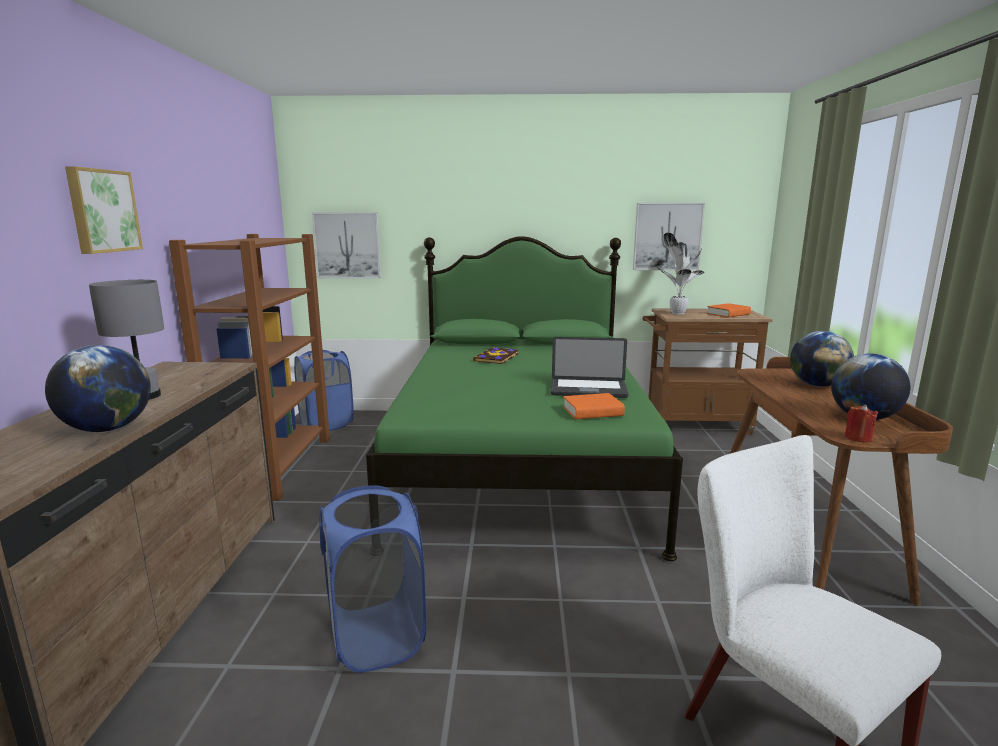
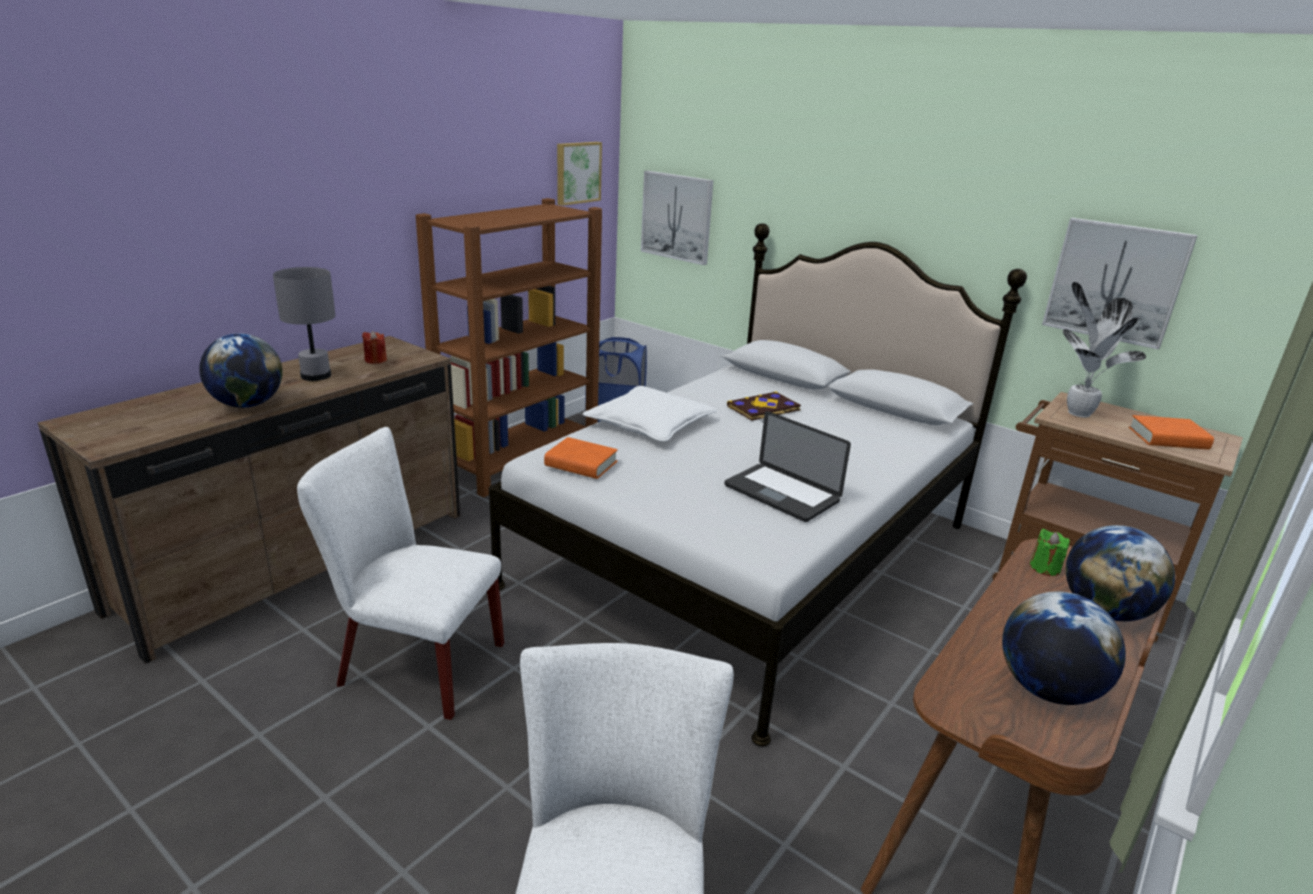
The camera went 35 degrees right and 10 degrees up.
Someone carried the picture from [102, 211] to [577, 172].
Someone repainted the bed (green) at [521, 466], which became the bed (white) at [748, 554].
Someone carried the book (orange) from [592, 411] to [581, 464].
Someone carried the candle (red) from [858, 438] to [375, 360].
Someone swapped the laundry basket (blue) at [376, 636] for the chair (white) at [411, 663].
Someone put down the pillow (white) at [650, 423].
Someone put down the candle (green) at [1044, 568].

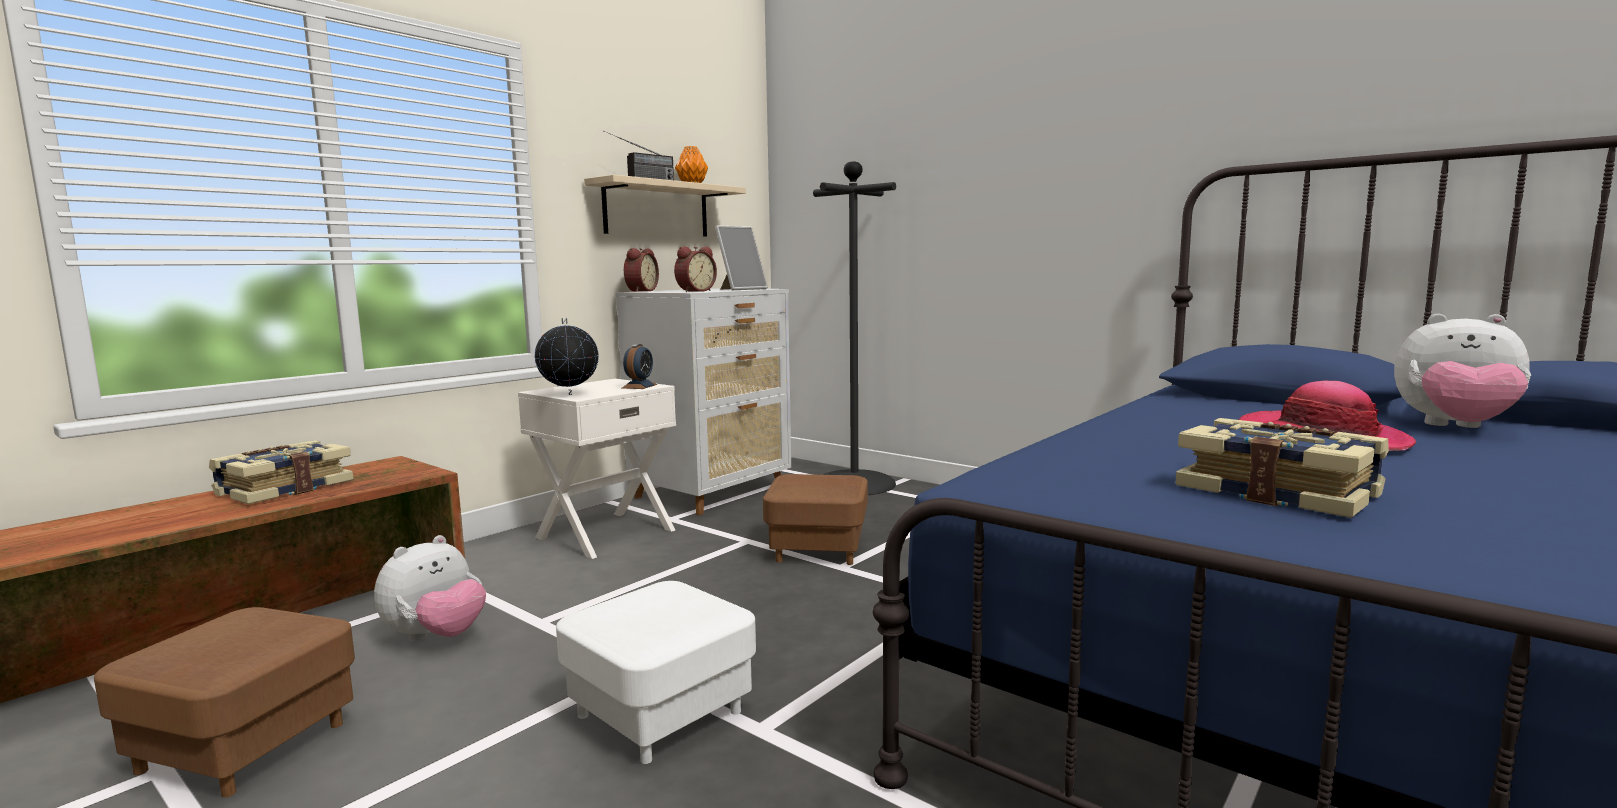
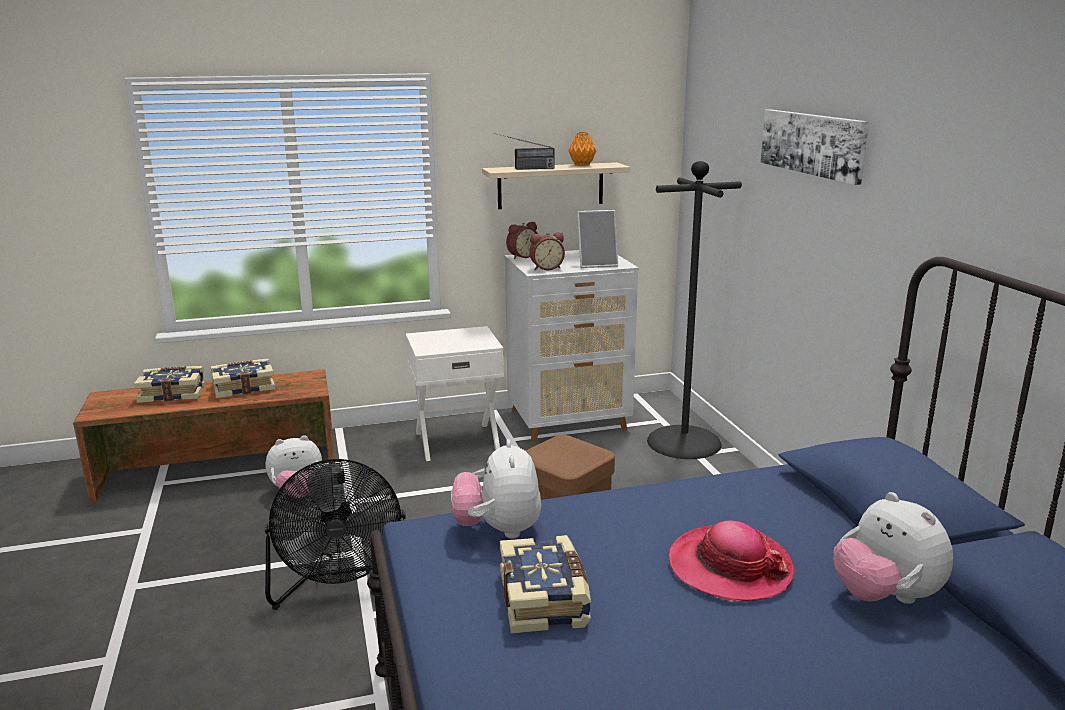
The camera went 35 degrees right and 10 degrees up.
Someone took away the globe at [569, 395].
Someone took away the alarm clock at [639, 386].
Someone swapped the ottoman (white) at [661, 713] for the fan (black) at [338, 585].
Someone took away the ottoman (brown) at [245, 746].
Someone put up the picture at [813, 144].
Someone put down the book at [173, 393].
Someone put down the plush toy at [498, 530].

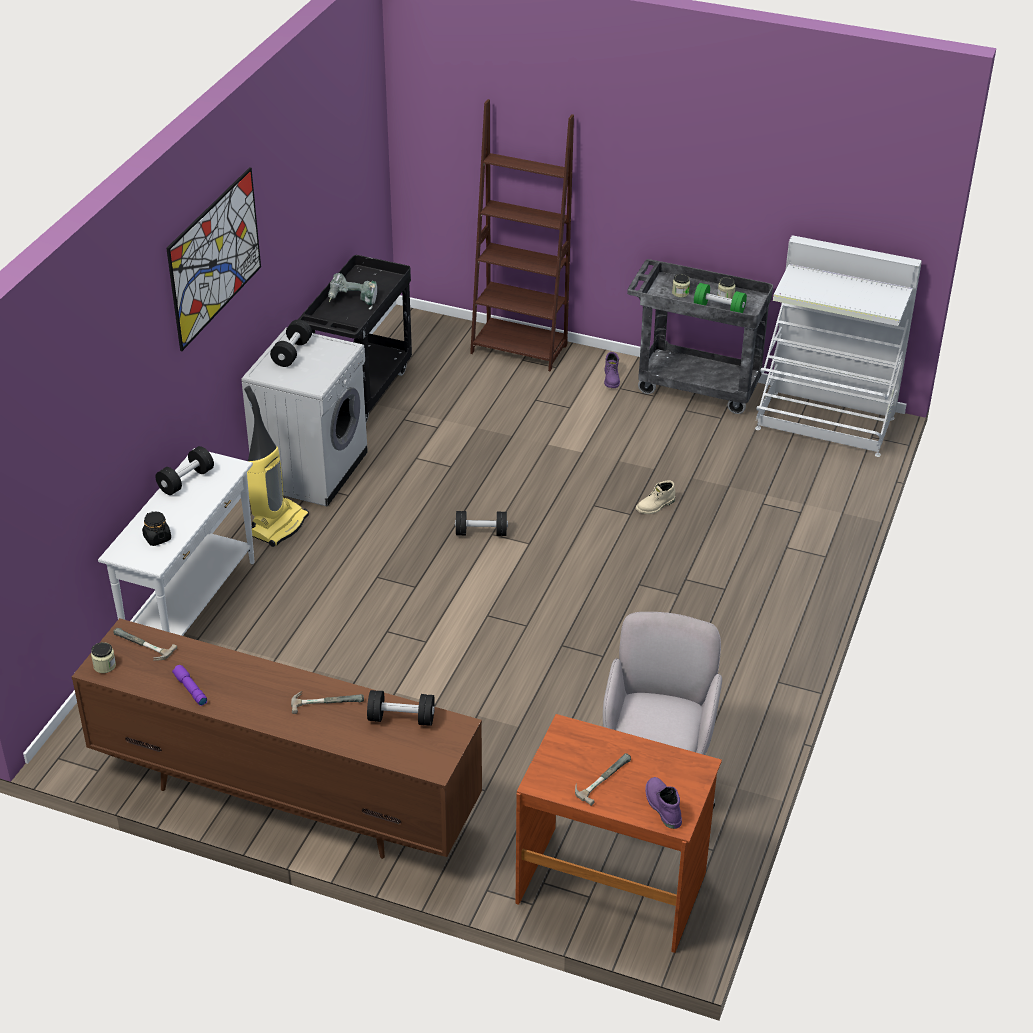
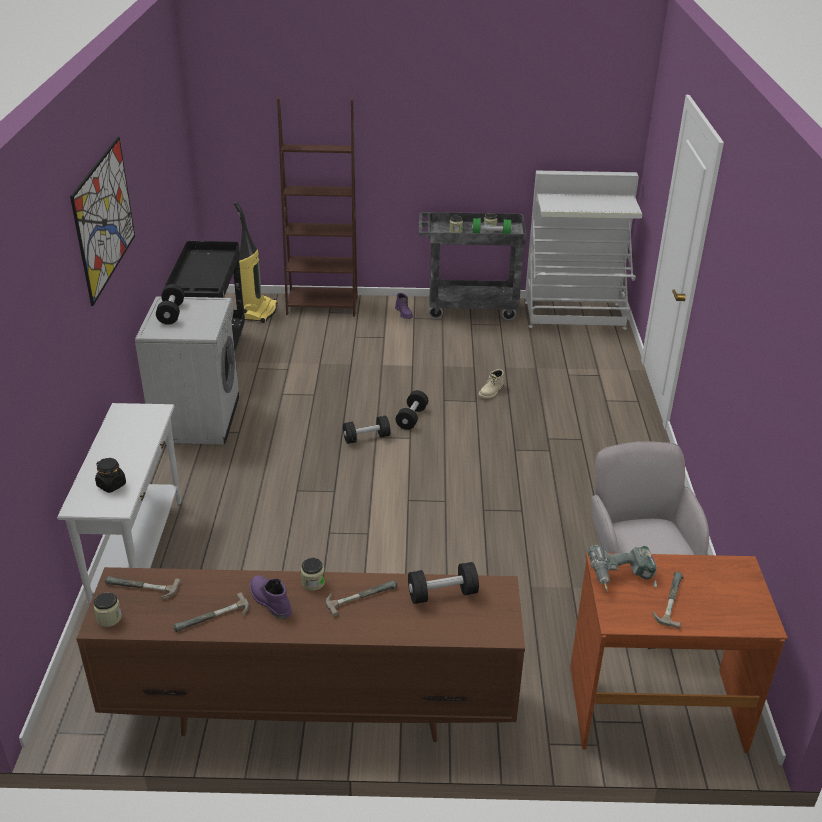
The camera went 20 degrees left and 5 degrees down.
Someone carried the power drill from [352, 301] to [621, 578].
Someone carried the vacuum cleaner from [278, 525] to [259, 311].
Someone carried the dumbbell (black) from [186, 481] to [412, 418].
Someone swapped the flashlight (purple) at [190, 689] for the hammer at [213, 619].
Someone carried the boot (purple) from [662, 806] to [269, 601].
Someone put down the jar at [313, 583].

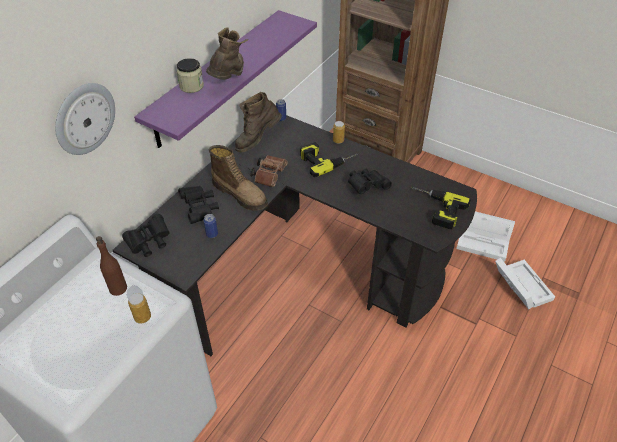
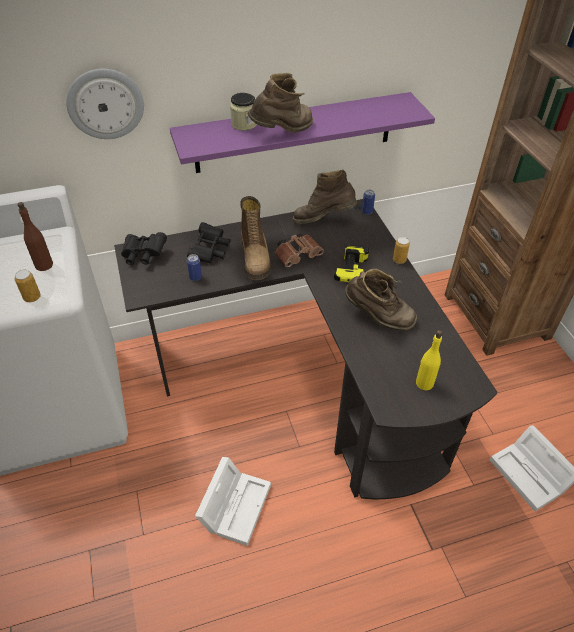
The camera went 40 degrees right and 0 degrees up.
Someone swapped the binoculars (black) at [367, 186] for the boot (brown) at [378, 318].
Someone swapped the power drill at [435, 209] for the bottle (yellow) at [424, 383].
Someone carried the storage box (white) from [520, 286] to [235, 504].

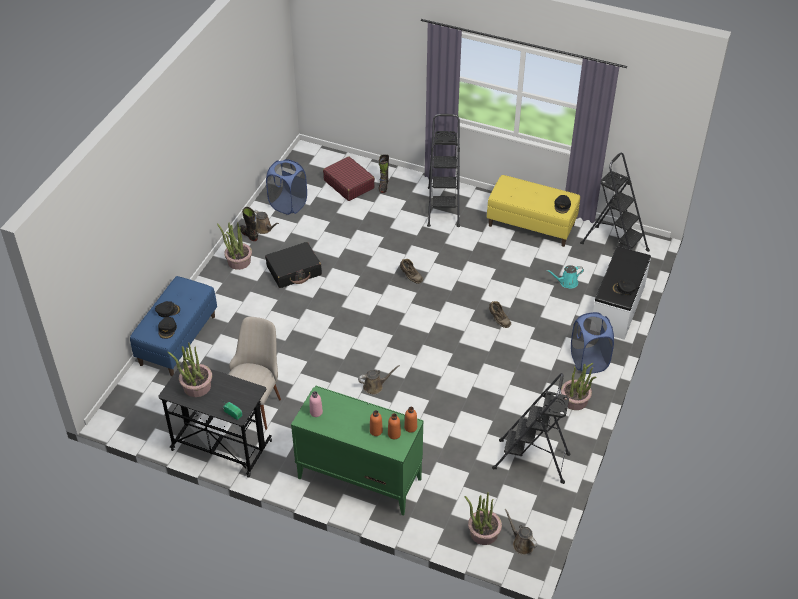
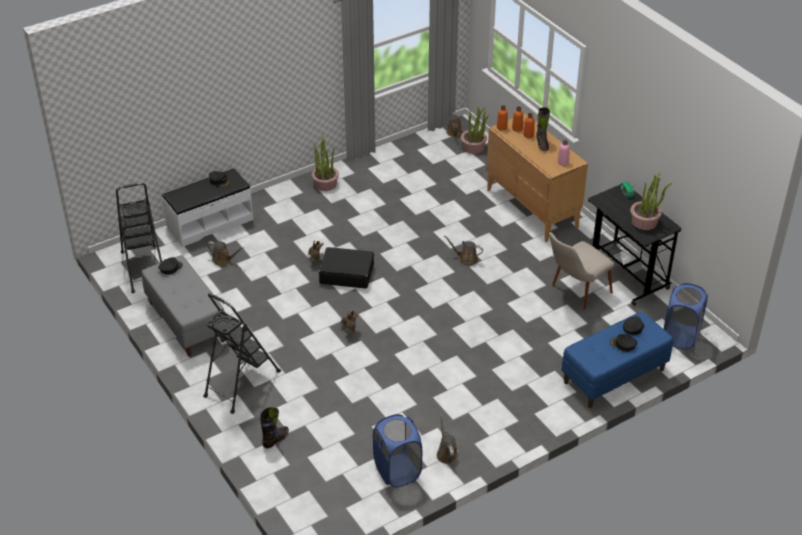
The camera went 145 degrees left and 5 degrees down.
Someone took away the suitcase (red) at [349, 184].
Someone repainted the bench (yellow) at [531, 225], which became the bench (grey) at [186, 321].
Someone carried the boot (black) from [249, 235] to [542, 144].
Someone took away the potted plant at [238, 261].
Someone carried the suitcase (black) from [294, 271] to [346, 274].
Someone repainted the watering can (turquoise) at [566, 282], which became the watering can (brown) at [223, 260].
Someone carried the laundry basket (blue) from [588, 361] to [681, 336].
Someone took away the step ladder at [532, 461].
Someone repainted the cabinet (green) at [359, 478], which became the cabinet (brown) at [532, 209].

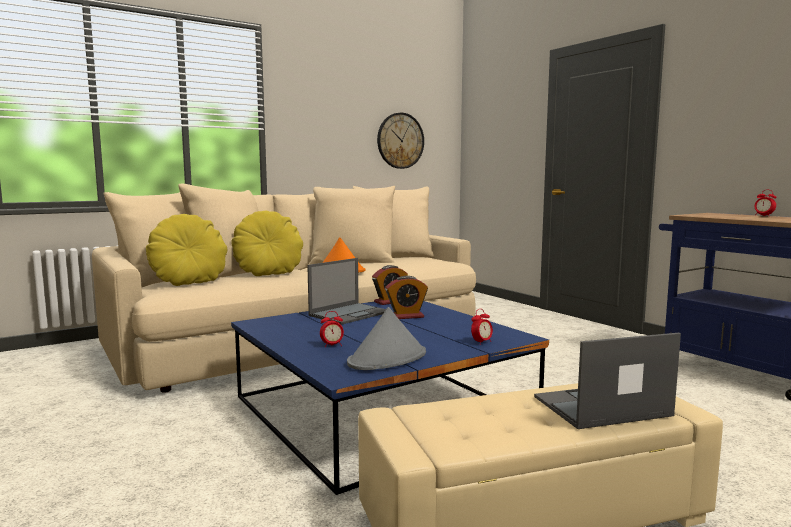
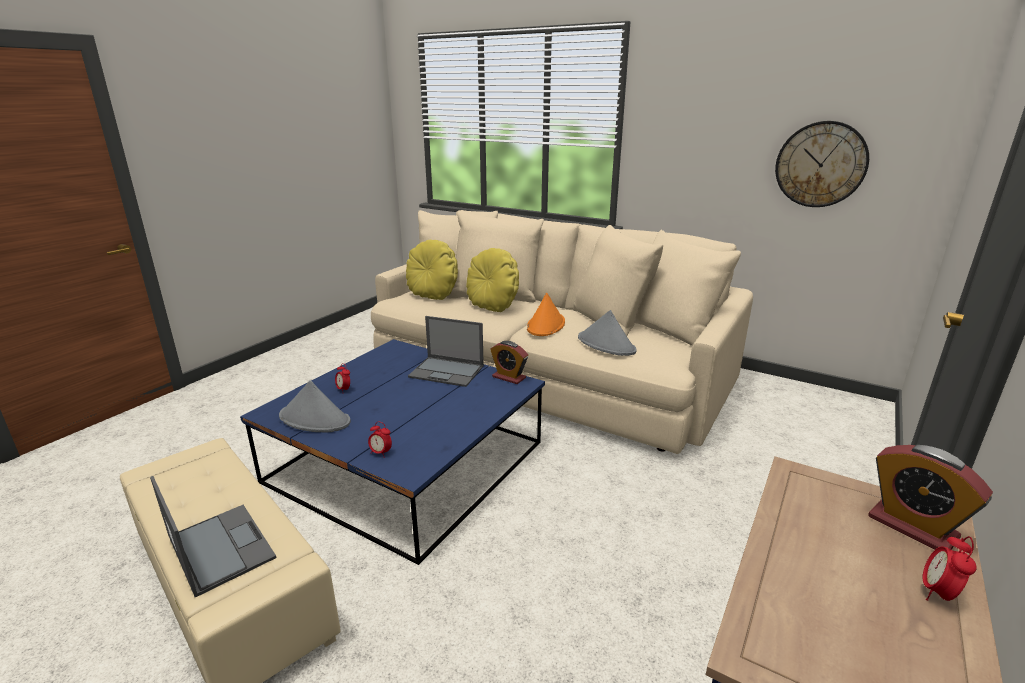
The camera went 65 degrees right and 15 degrees up.
Someone carried the alarm clock from [406, 316] to [912, 527].
Someone put down the hat (grey) at [606, 344].

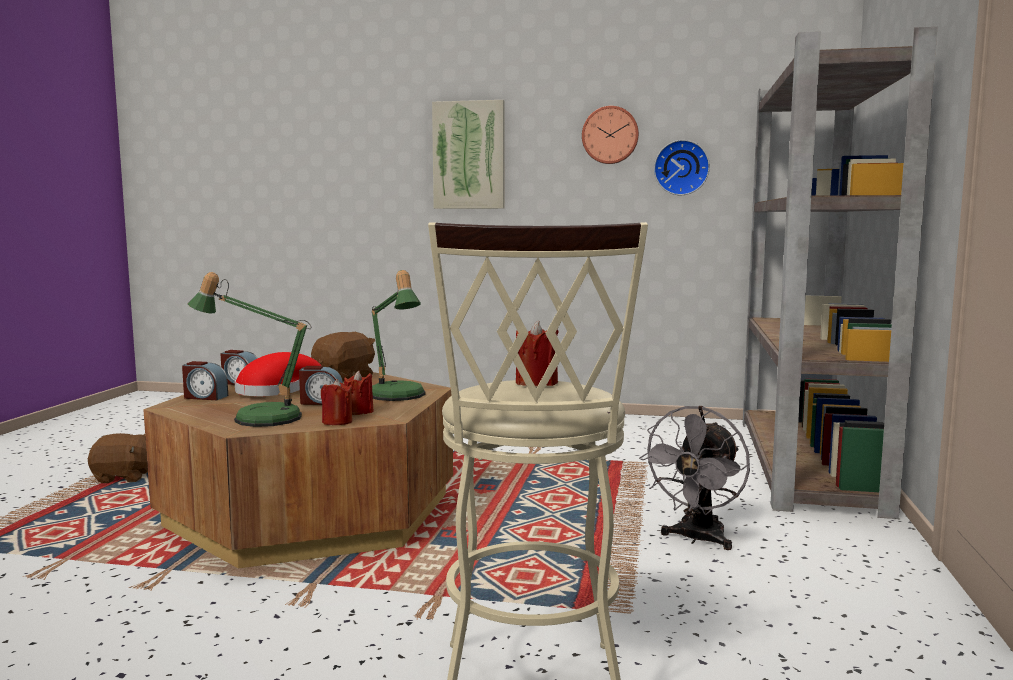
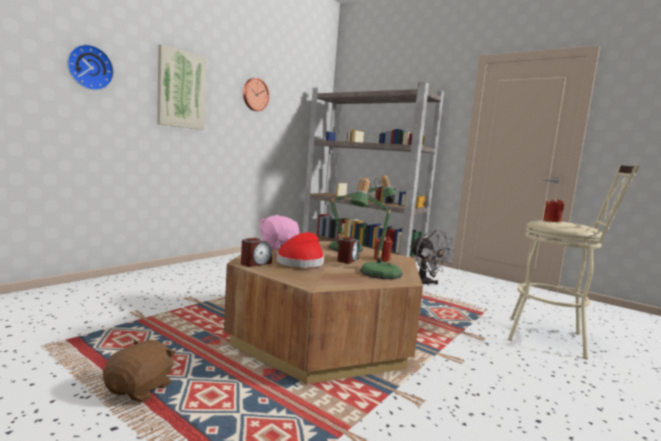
The camera went 65 degrees left and 0 degrees up.
Someone carried the wall clock from [681, 168] to [89, 67].
Someone repainted the plush toy (brown) at [345, 377], which became the plush toy (pink) at [279, 247].
Someone took away the alarm clock at [205, 397].
Someone took away the candle (red) at [337, 422].

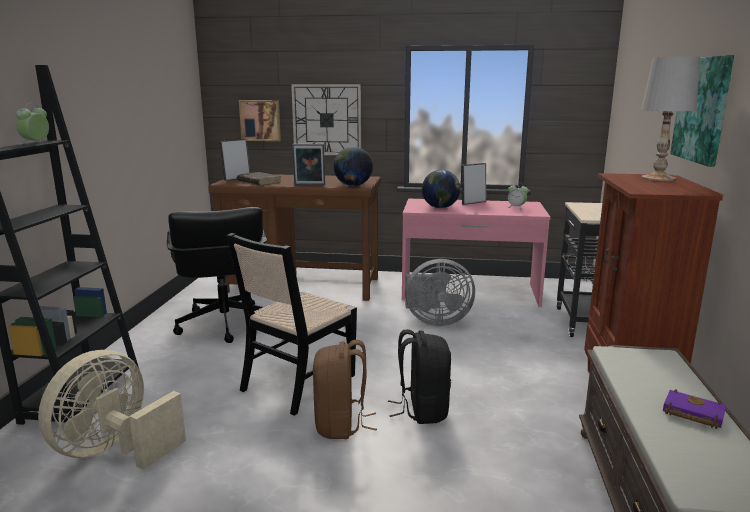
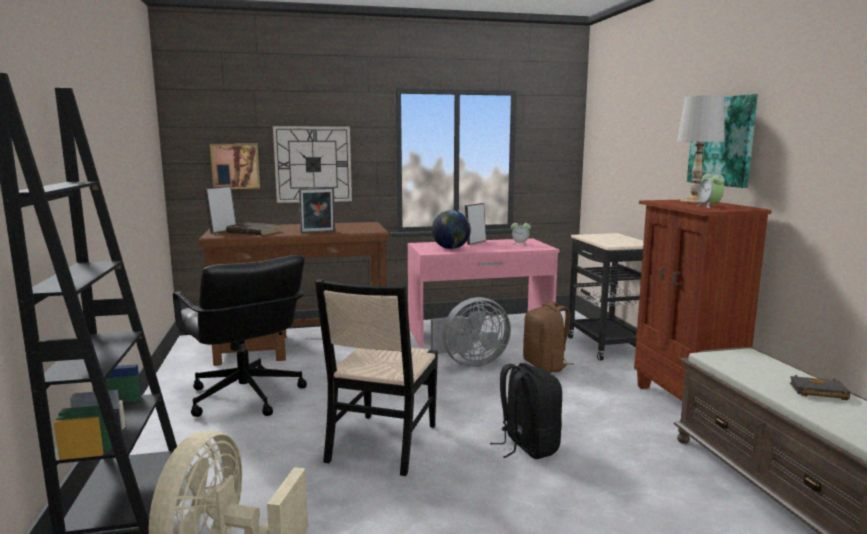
The camera went 20 degrees left and 5 degrees down.
Someone carried the alarm clock from [35, 143] to [709, 206].
Someone took away the globe at [353, 185].
Someone carried the backpack (brown) from [341, 425] to [546, 366].
Someone repainted the book (purple) at [691, 413], which became the book (black) at [817, 392].

